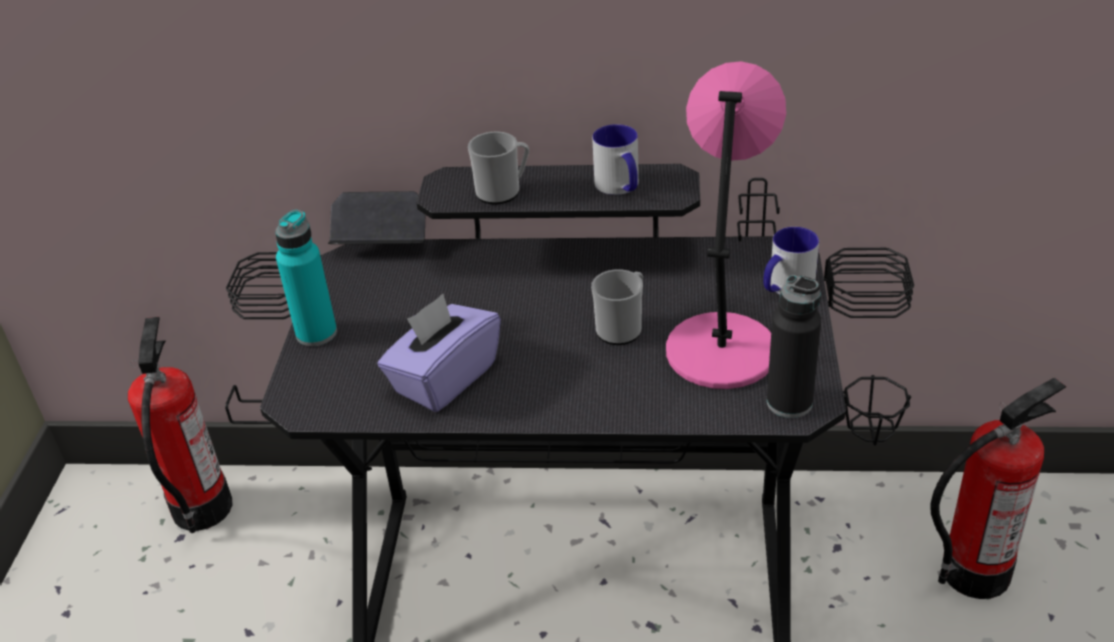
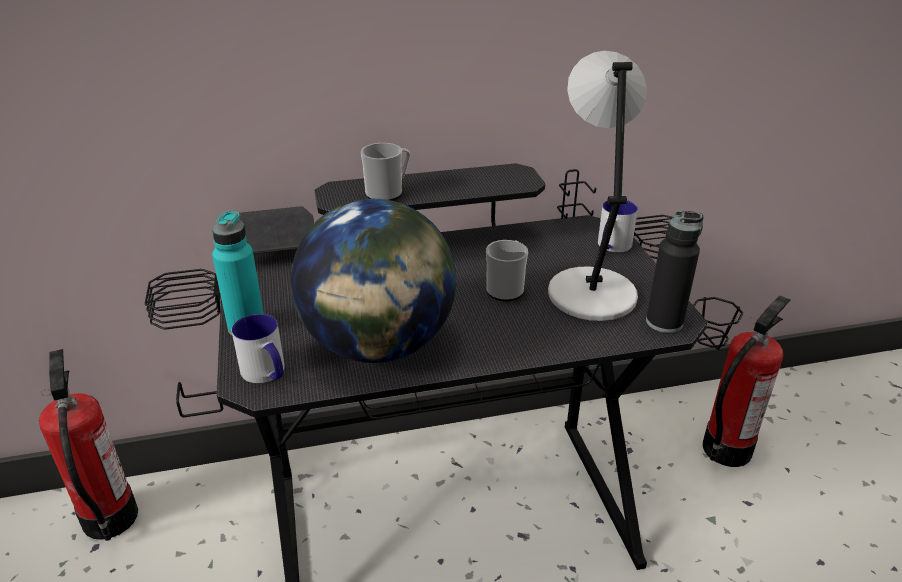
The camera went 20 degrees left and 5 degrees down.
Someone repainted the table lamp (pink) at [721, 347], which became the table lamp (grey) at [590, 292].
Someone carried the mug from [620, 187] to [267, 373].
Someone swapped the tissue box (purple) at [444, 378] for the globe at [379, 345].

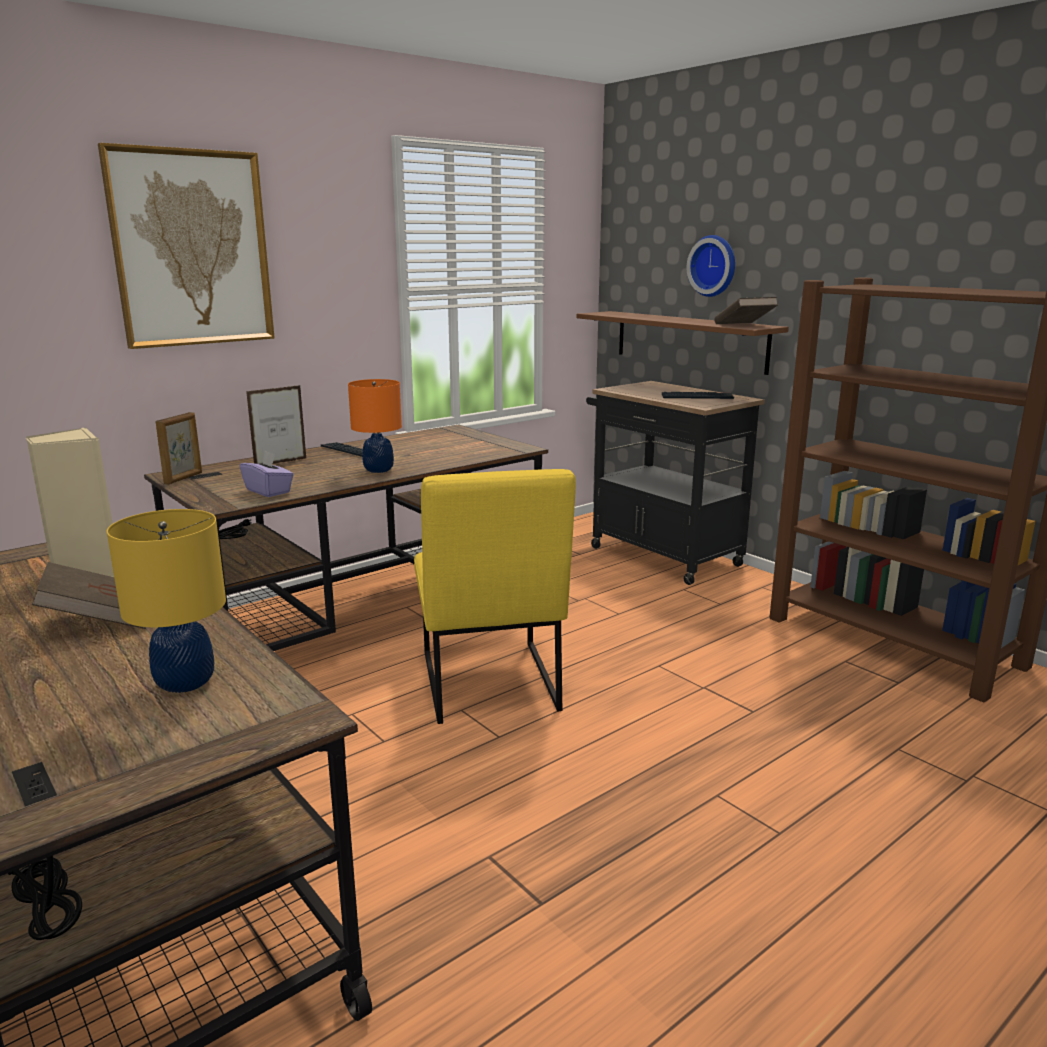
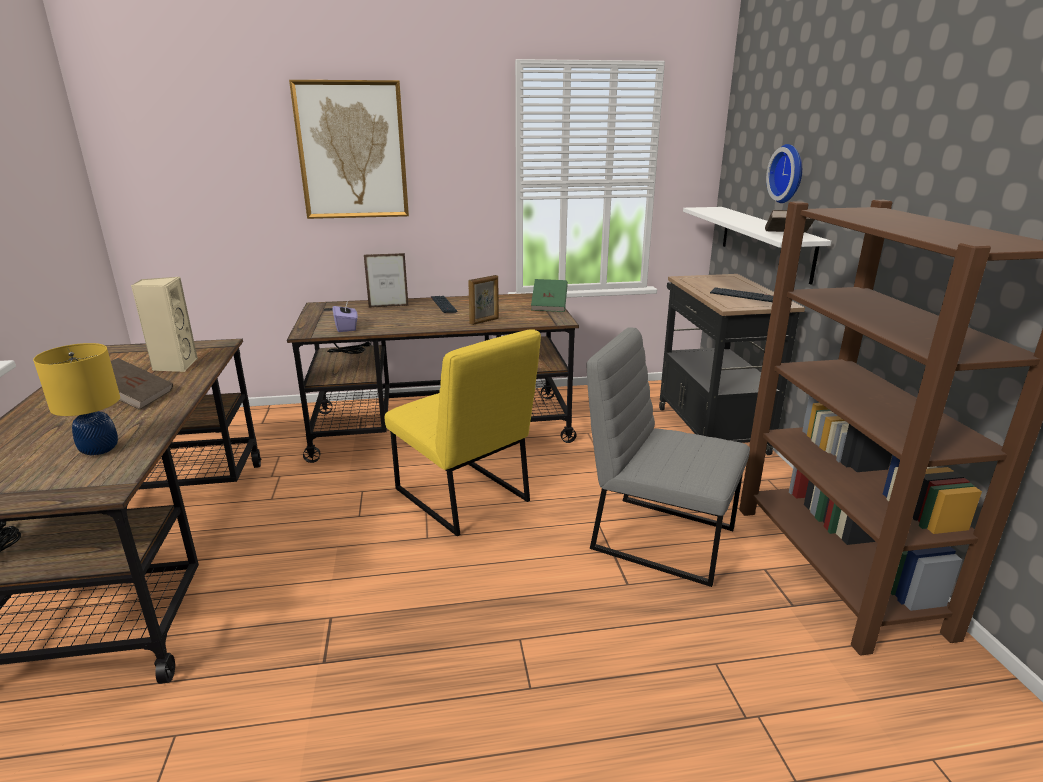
The camera went 30 degrees right and 5 degrees up.
Someone repainted the shelf (brown) at [689, 341], which became the shelf (white) at [765, 242].
Someone took away the table lamp (orange) at [378, 471].
Someone carried the picture frame from [184, 478] to [484, 321].
Someone rotated the chair (yellow) at [488, 683] by 60 degrees counterclockwise.
Someone put down the book (green) at [549, 306].
Someone put down the chair (grey) at [658, 536].

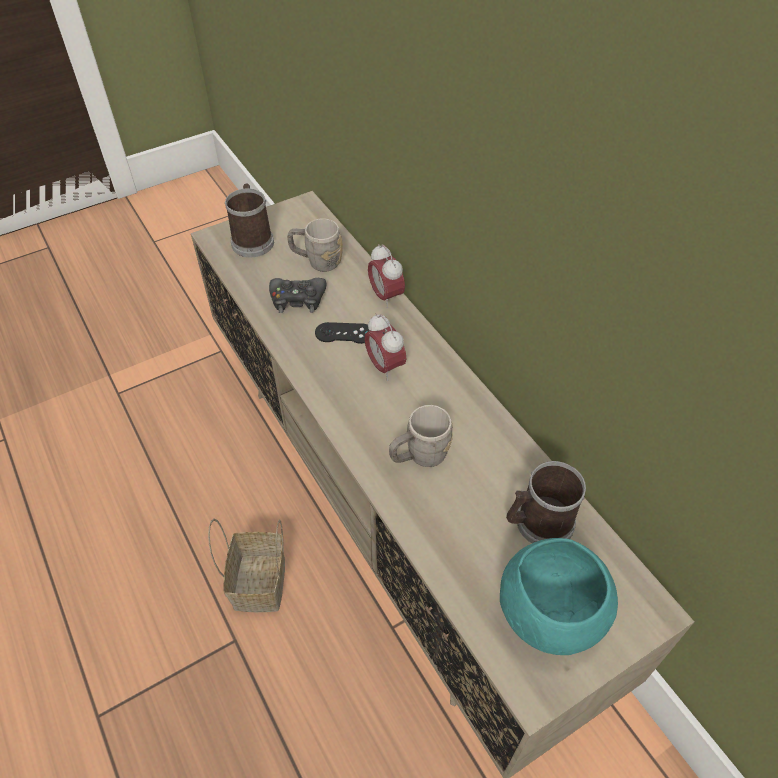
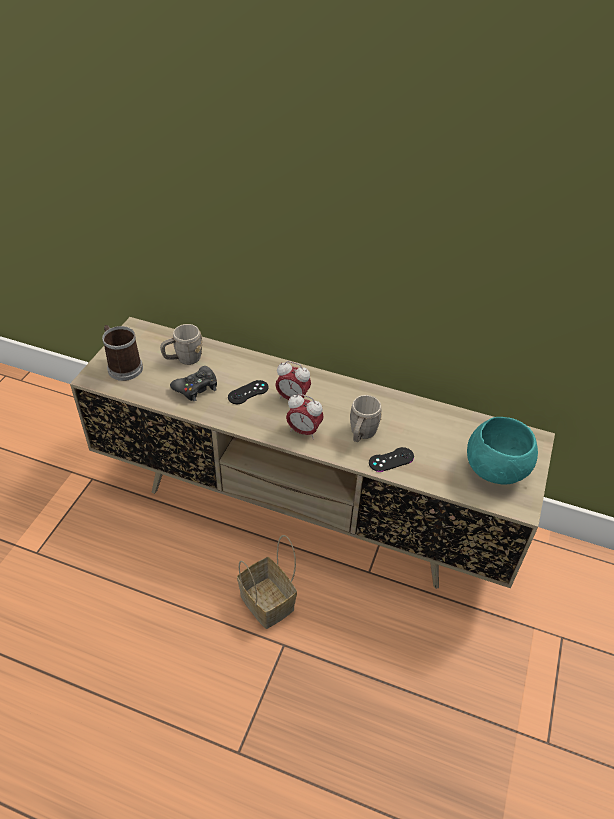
The camera went 40 degrees left and 5 degrees down.
Someone carried the alarm clock from [386, 296] to [304, 431].
Someone took away the mug at [538, 523].
Someone put down the game controller (black) at [391, 459].

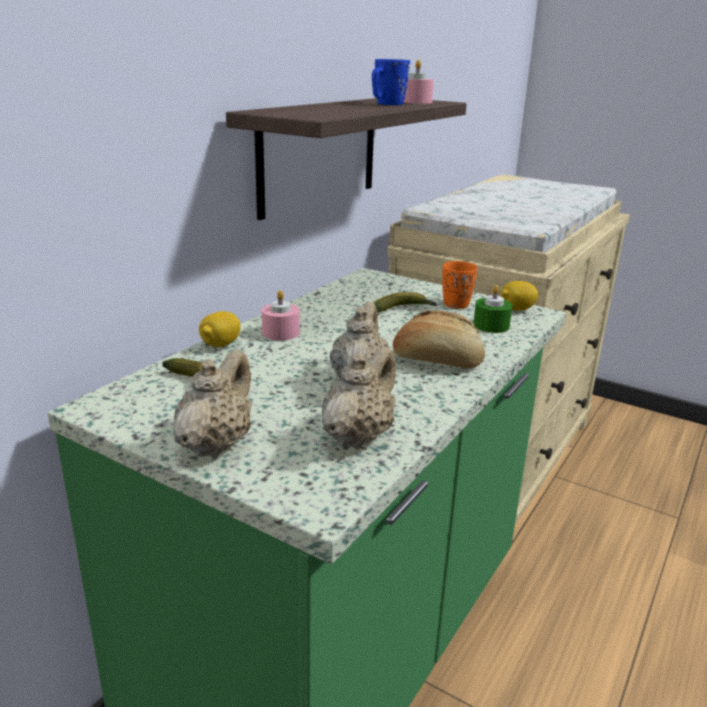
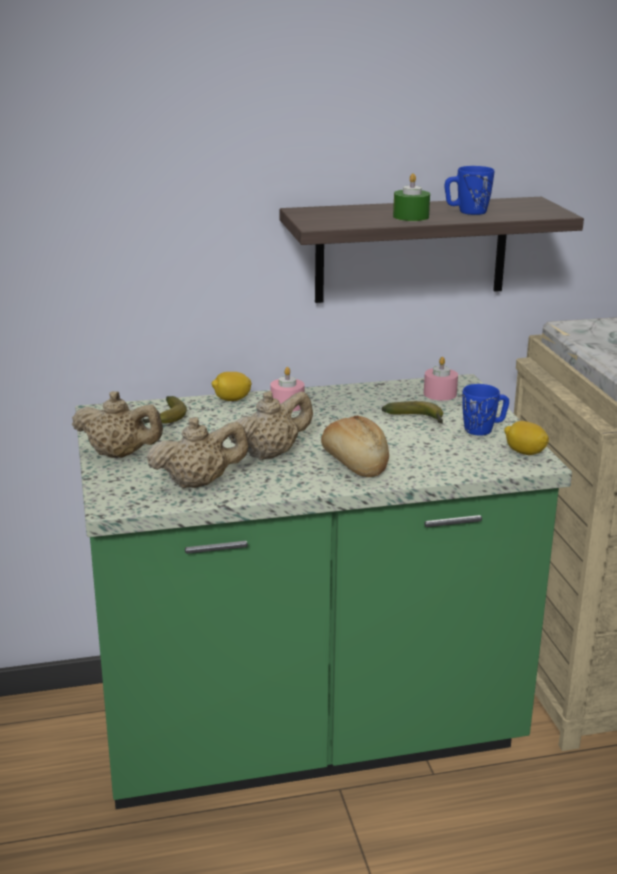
The camera went 45 degrees right and 0 degrees up.
Someone carried the candle (pink) from [415, 102] to [440, 394].
Someone repainted the mug (orange) at [458, 302], which became the mug (blue) at [484, 429].
Someone carried the candle (green) from [491, 326] to [411, 216].
Someone rotated the teapot (beige) at [216, 444] by 45 degrees clockwise.

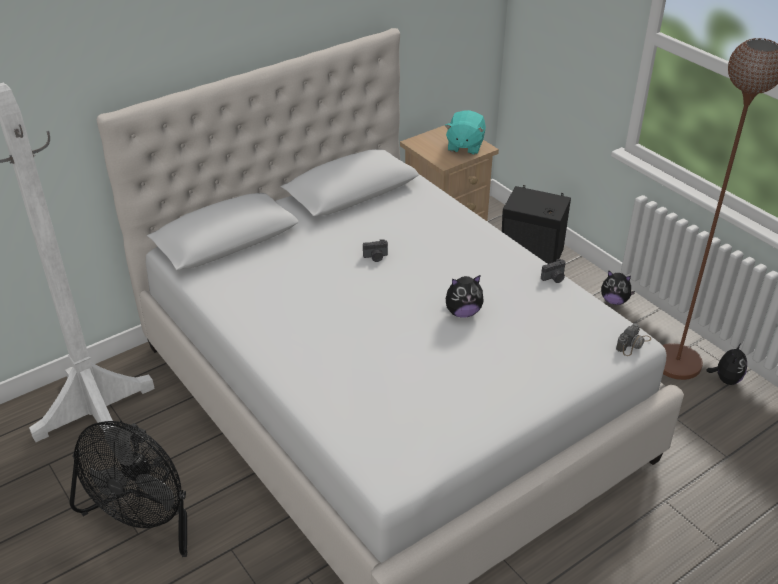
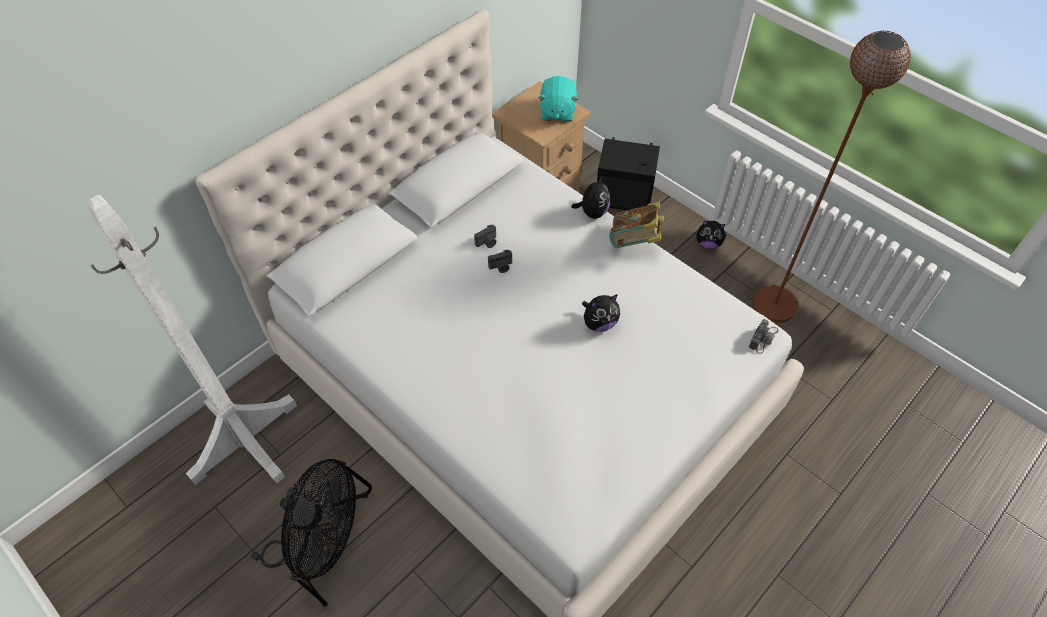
The camera went 10 degrees left and 15 degrees up.
Someone carried the photo camera from [554, 278] to [487, 243].
Someone carried the plush toy from [725, 379] to [592, 212].
Someone rotated the fan (black) at [144, 513] by 90 degrees counterclockwise.
Someone put down the book at [634, 242].

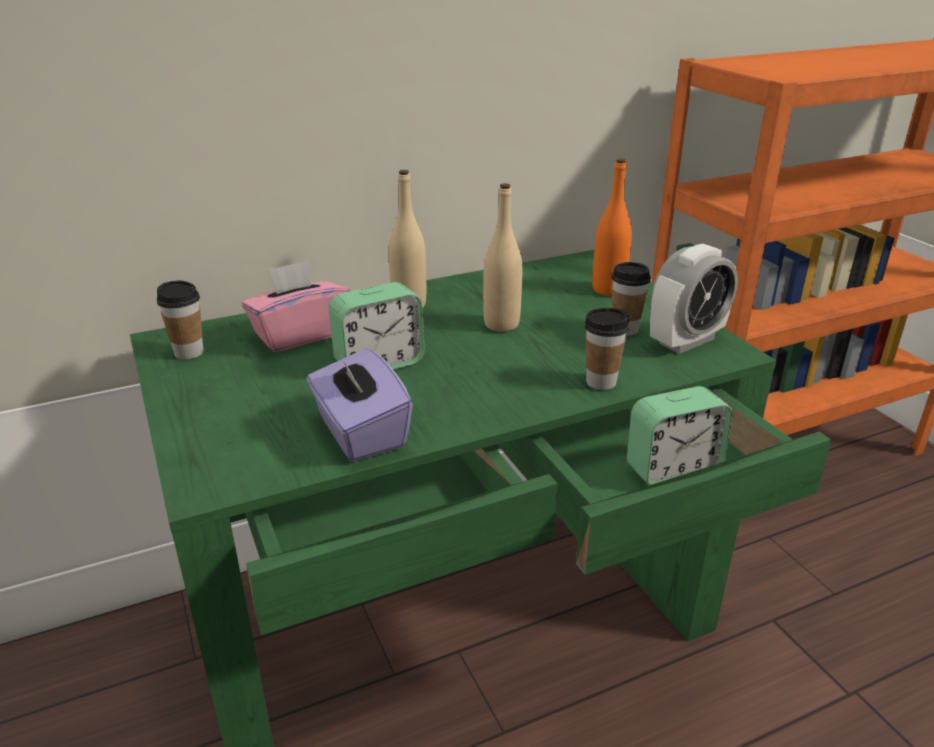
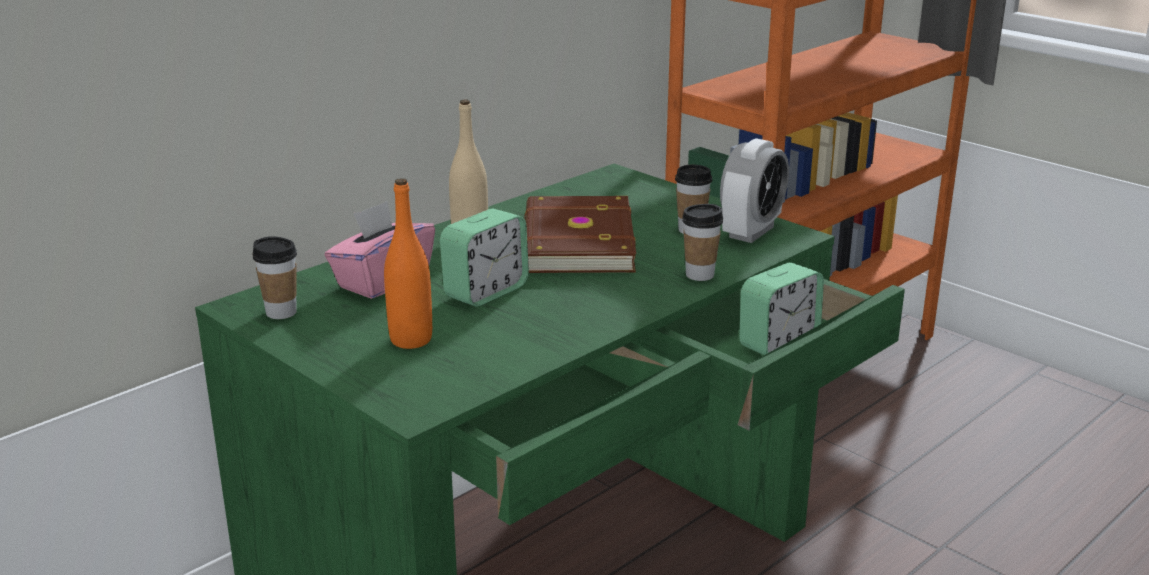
The camera went 20 degrees left and 5 degrees down.
Someone carried the bottle (orange) from [608, 289] to [411, 340].
Someone swapped the bottle (beige) at [501, 324] for the book (brown) at [575, 242].
Someone took away the tissue box (purple) at [360, 432].

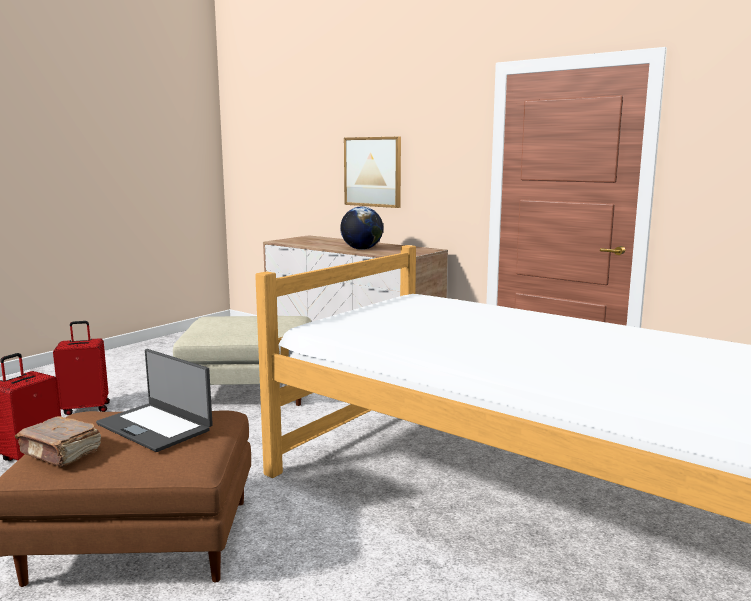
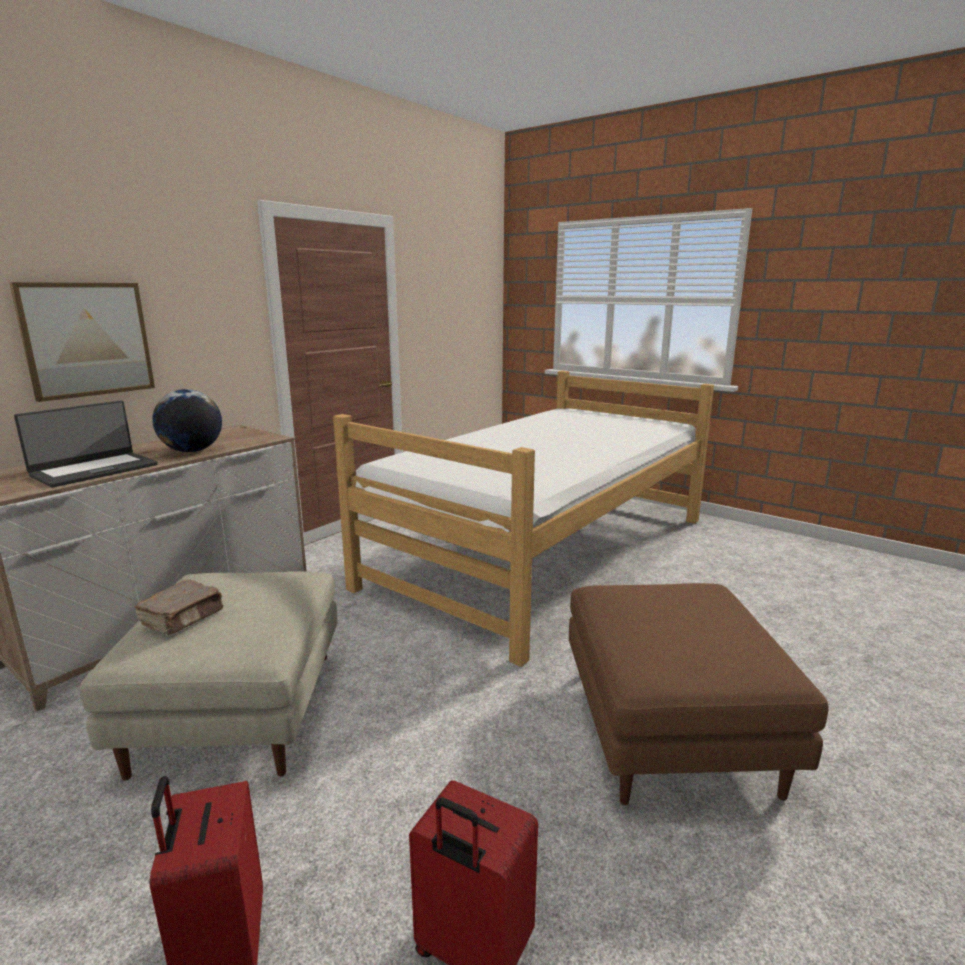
The camera went 90 degrees left and 5 degrees up.
Someone carried the laptop from [155, 426] to [94, 470].
Someone carried the book (brown) from [61, 453] to [183, 618].

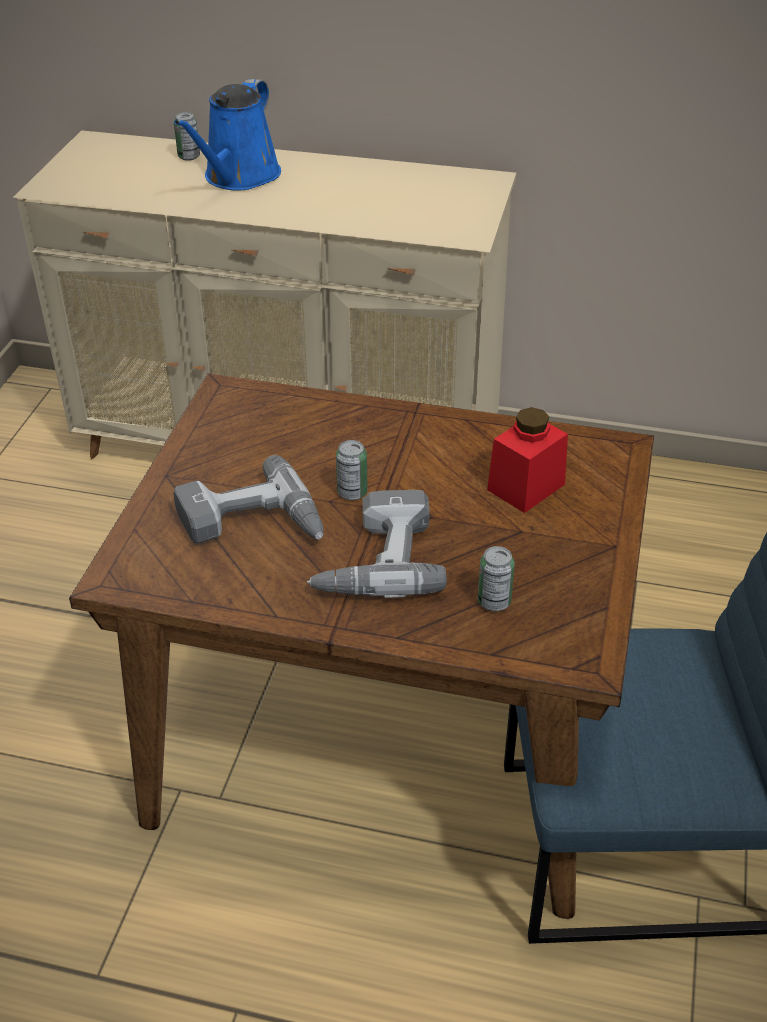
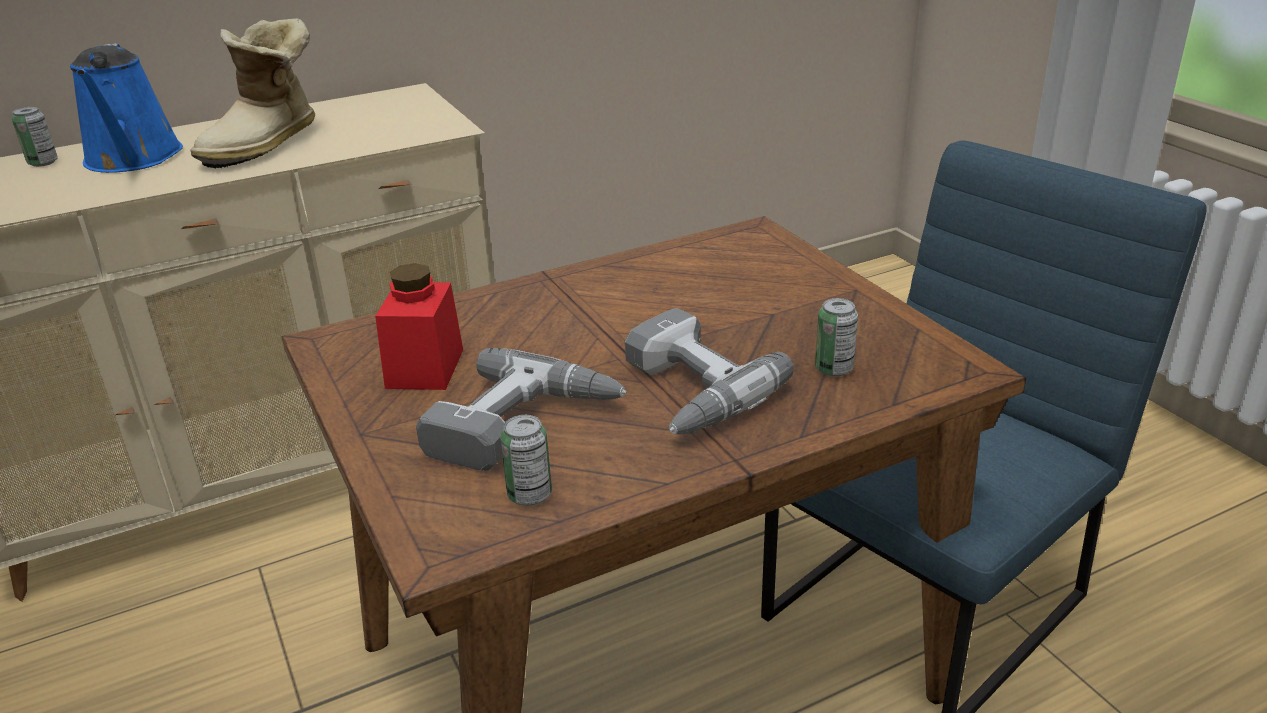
The camera went 40 degrees left and 10 degrees down.
Someone carried the jar (red) from [526, 487] to [425, 368].
Someone carried the can from [352, 492] to [529, 494].
Someone put down the boot at [267, 145].

